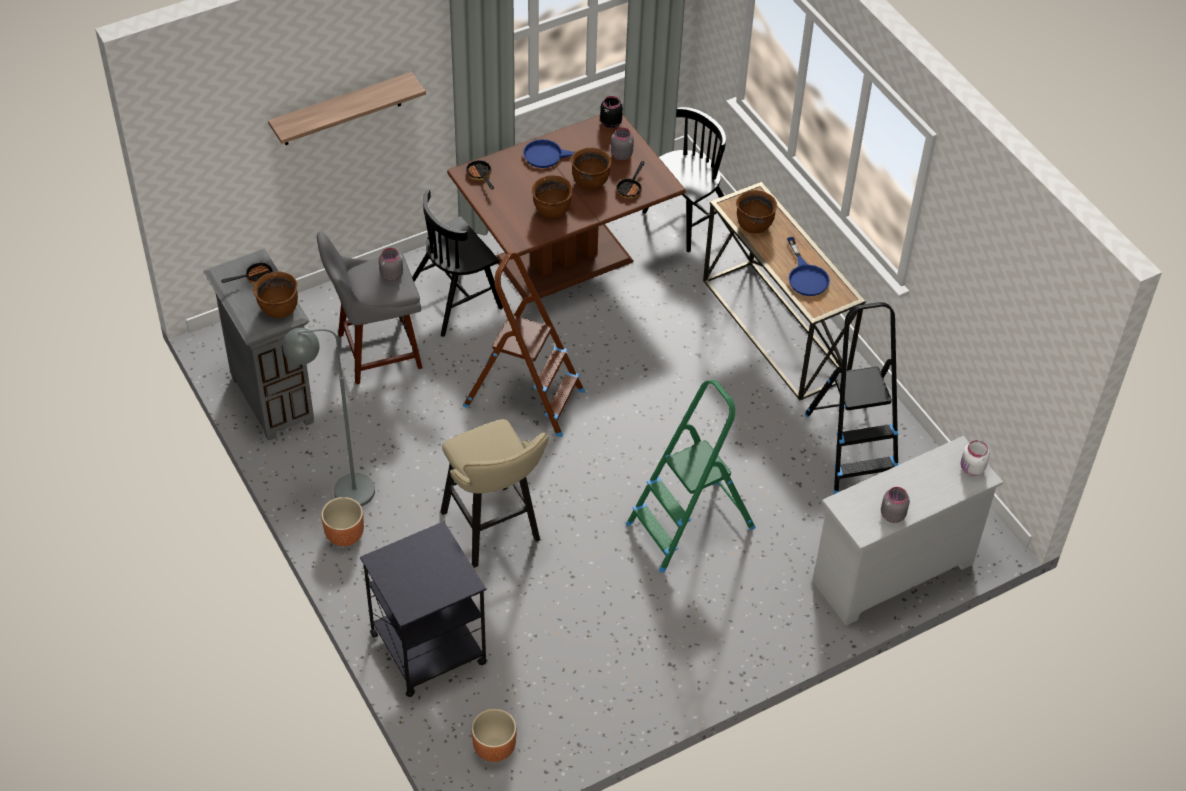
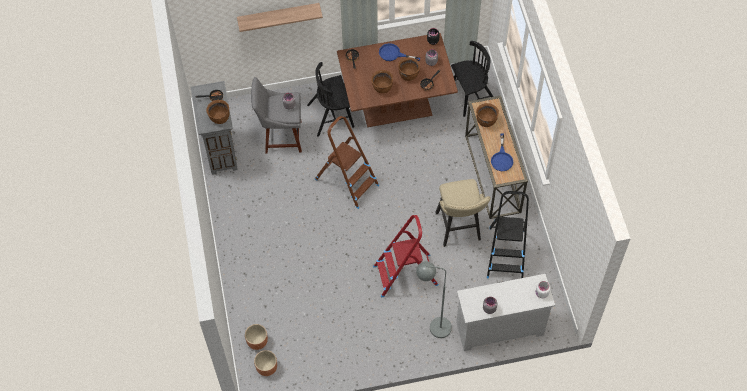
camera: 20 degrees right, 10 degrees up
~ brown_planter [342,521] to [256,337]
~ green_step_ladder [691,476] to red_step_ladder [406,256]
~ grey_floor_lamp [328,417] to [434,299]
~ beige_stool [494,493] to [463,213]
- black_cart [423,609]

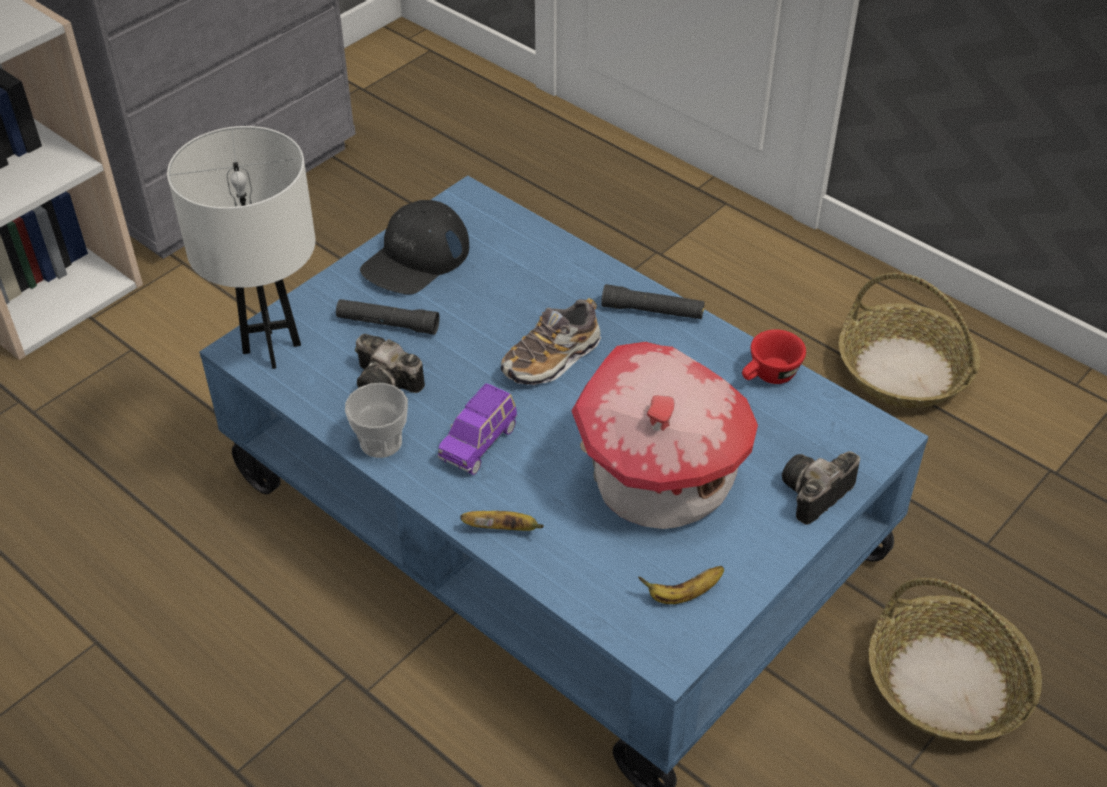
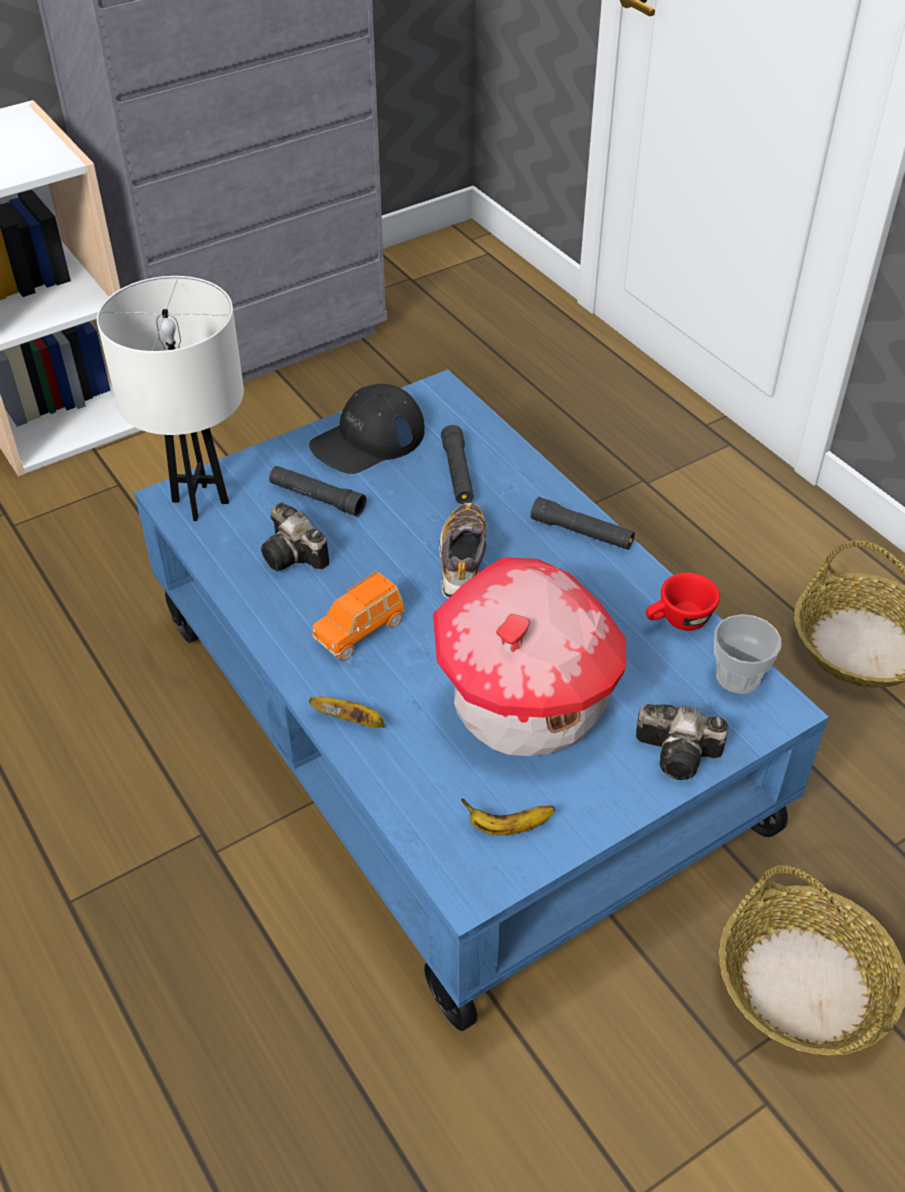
camera: 15 degrees right, 0 degrees up
~ purple_toy_car [477,429] to orange_toy_car [358,616]
~ shoe [551,341] = [462,550] 120 degrees clockwise
+ black_flashlight [457,464]
~ photo_camera [821,488] = [682,742] 135 degrees counterclockwise
~ cup [376,420] to [747,654]

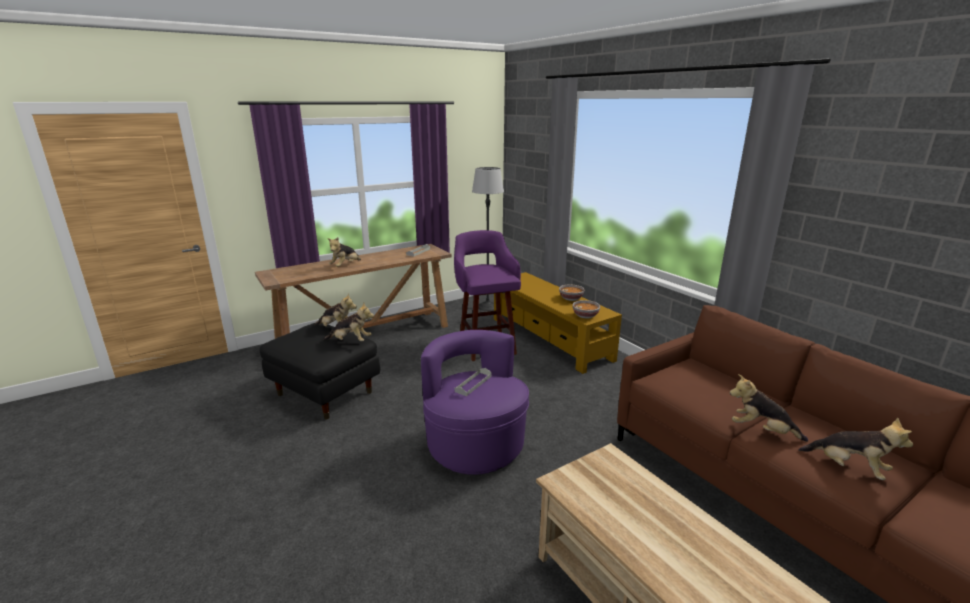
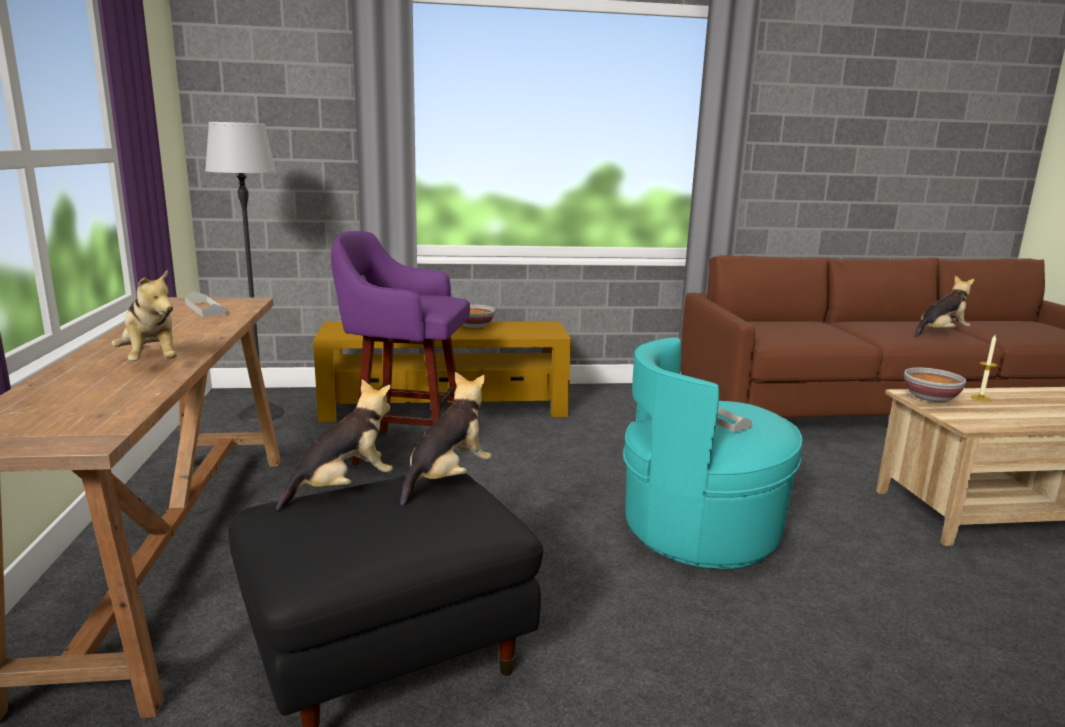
camera: 65 degrees left, 5 degrees down
~ purple_armchair [475,402] to turquoise_armchair [712,453]
~ bowl [586,309] to [935,384]
+ candle [984,368]
- plush_toy [769,408]

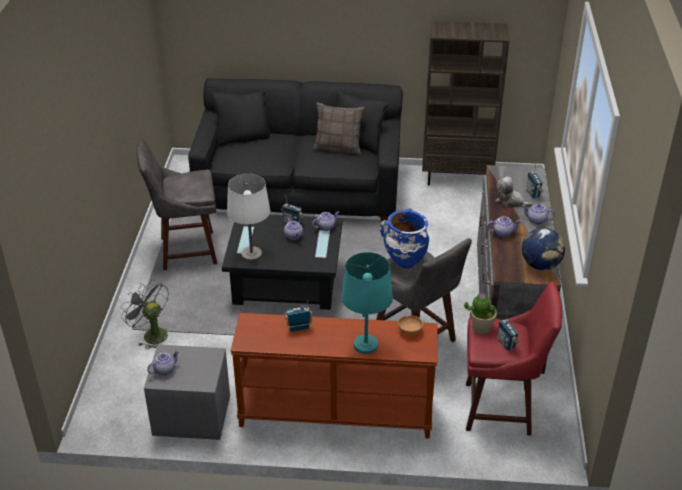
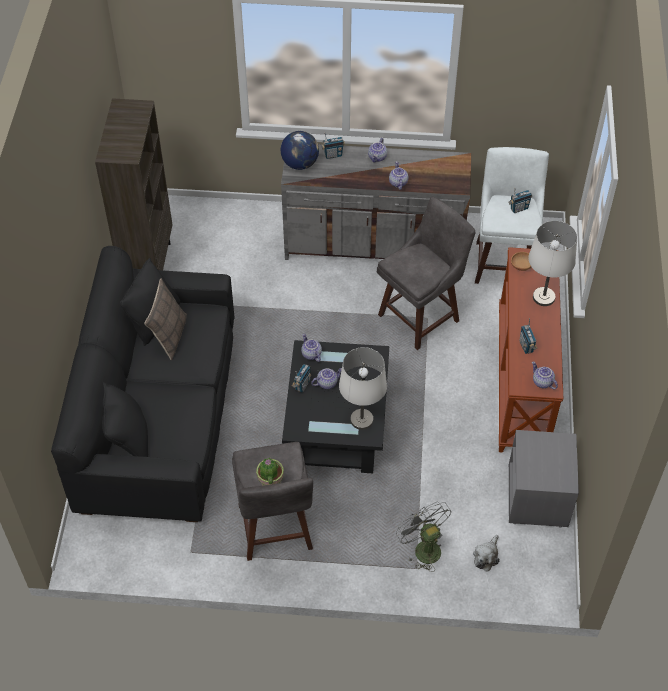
camera: 90 degrees left, 15 degrees up
~ potted_plant [480,314] to [270,472]
~ globe [543,249] to [299,150]
~ grey_fan [145,314] = [424,537] 105 degrees clockwise
~ plush_toy [514,192] to [486,553]
~ red_stool [514,358] to white_stool [512,215]
~ turquoise_table_lamp [367,303] to white_table_lamp [552,263]
~ teapot [163,362] to [545,375]
- blue_vase [404,238]

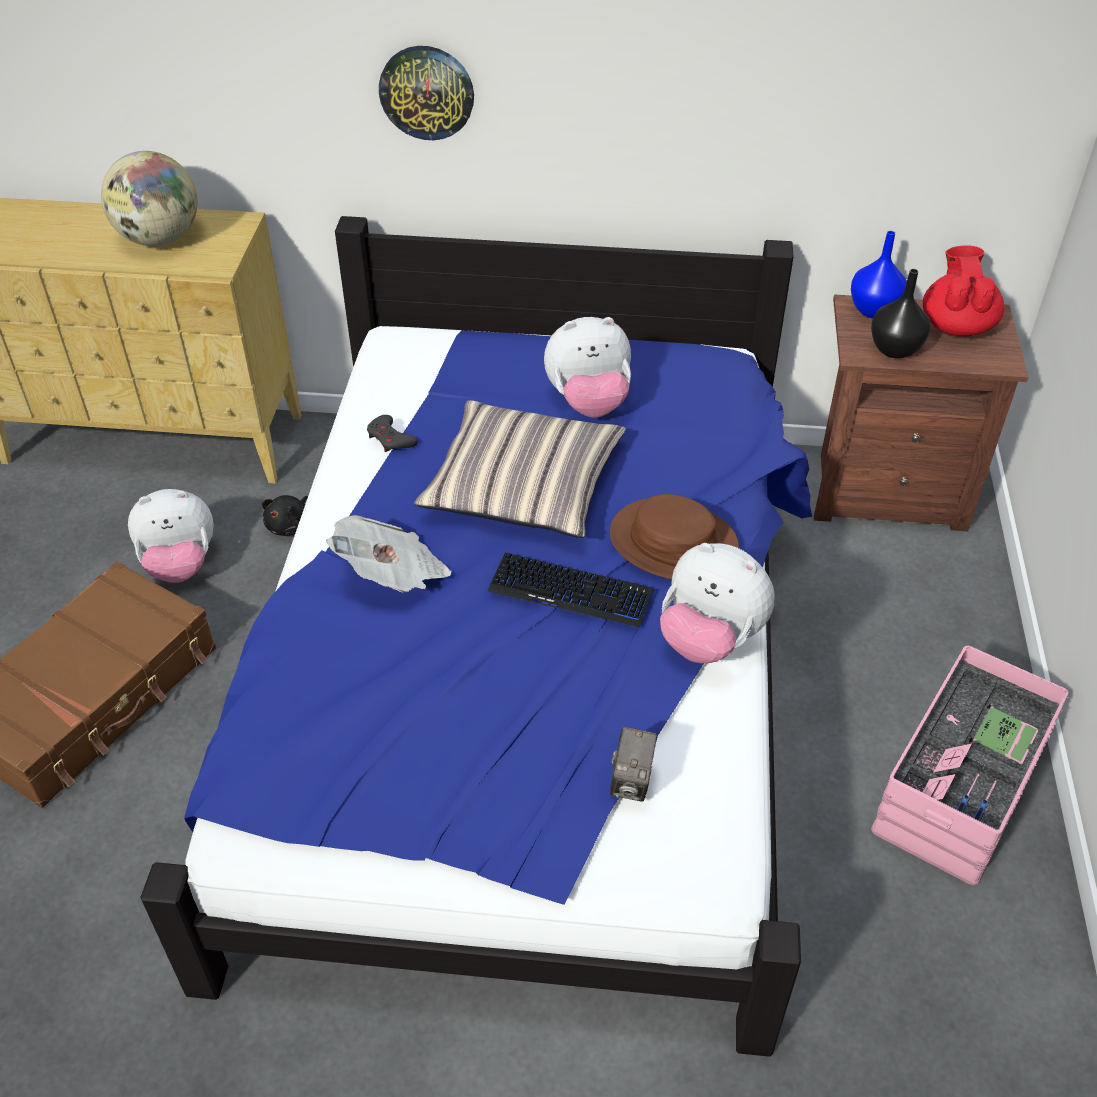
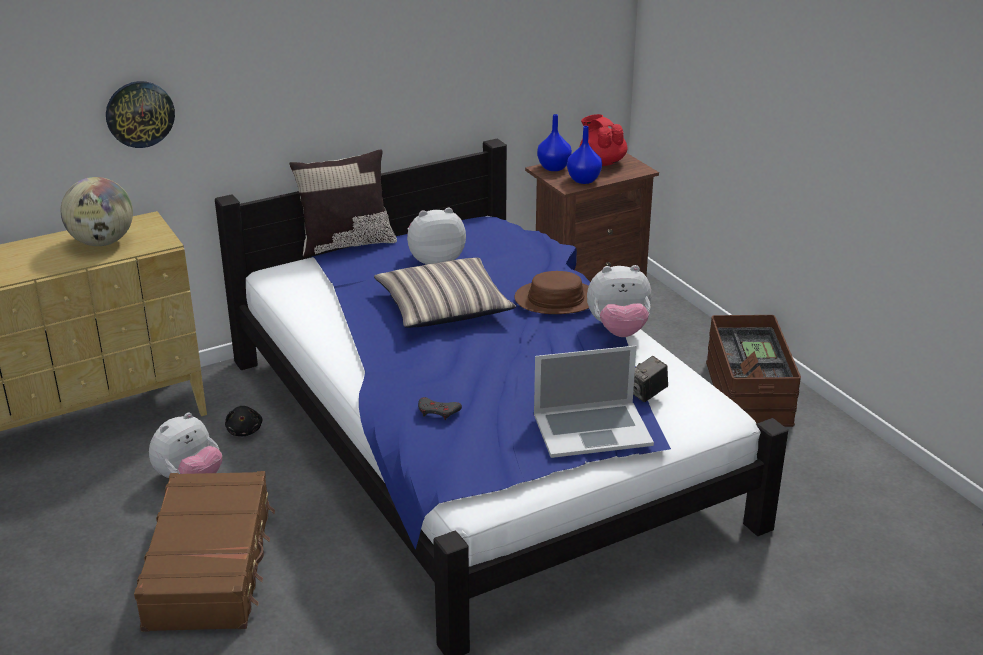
camera: 35 degrees left, 15 degrees down
~ wall_clock [426,93] to [140,114]
+ pillow [343,203]
~ plush_toy [587,367] = [436,236] 150 degrees counterclockwise
~ grey_game_controller [392,433] to [440,408]
+ laptop [594,402]
~ black_vase [900,314] to blue_vase [584,155]
~ photo_camera [634,764] = [650,379] 75 degrees clockwise
~ pink_storage_box [970,766] to brown_storage_box [753,371]
- newspaper [388,554]
- keyboard [570,590]

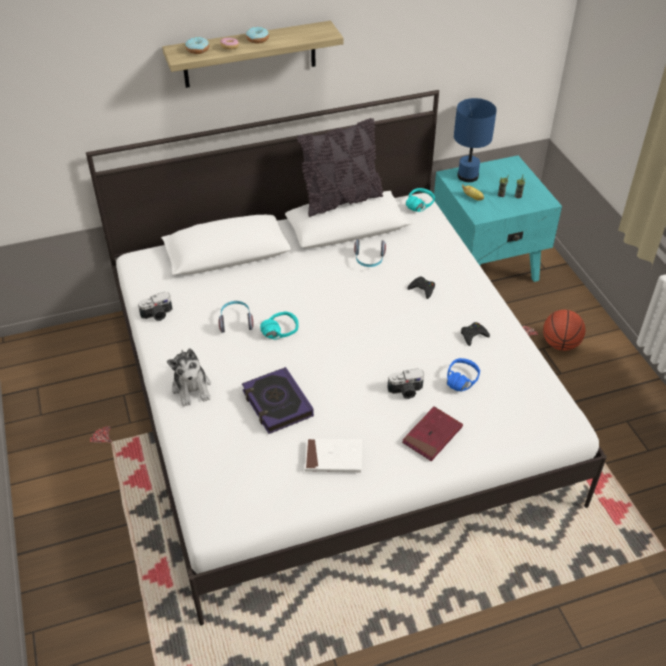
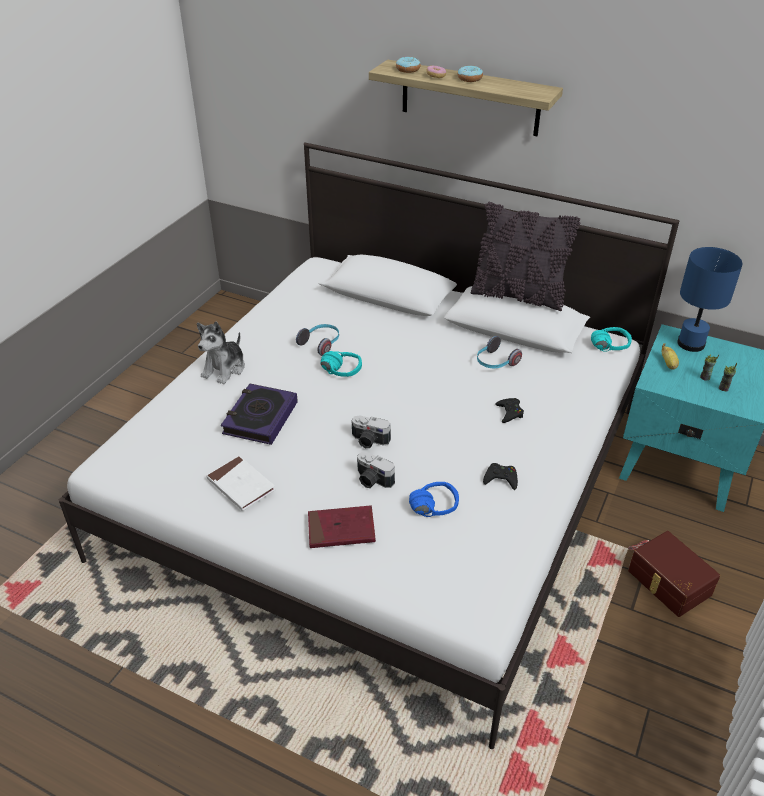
camera: 45 degrees right, 5 degrees down
~ photo_camera [155,306] to [371,431]
~ basketball [564,330] to brown_storage_box [674,574]

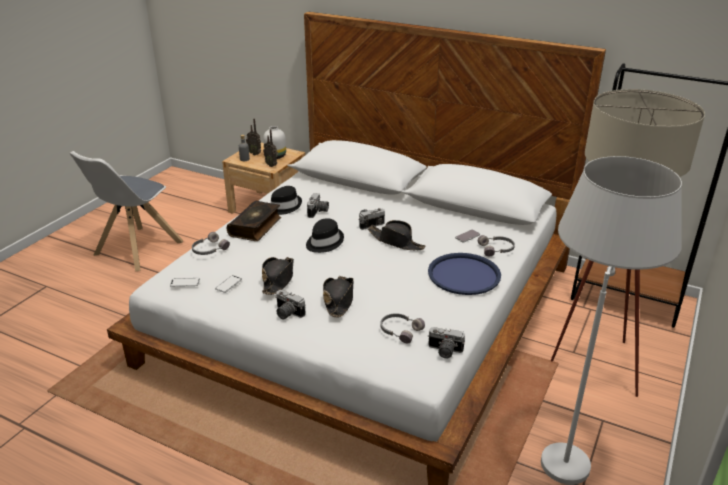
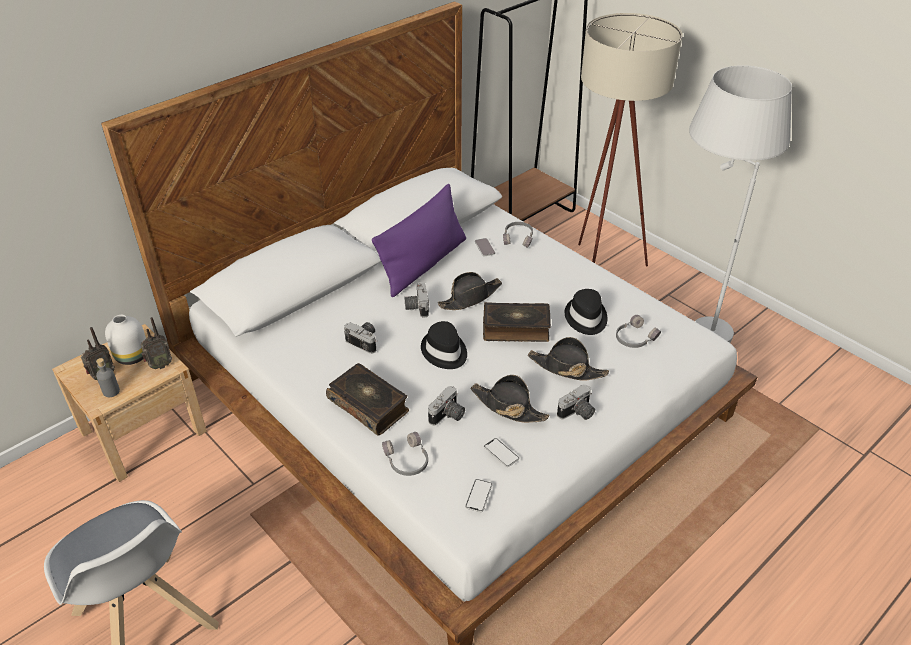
camera: 70 degrees left, 10 degrees up
+ purple_pillow [419,240]
~ photo_camera [446,343] to [446,406]
+ book [517,322]
~ black_hat [286,200] to [586,312]
- blue_tray [464,274]

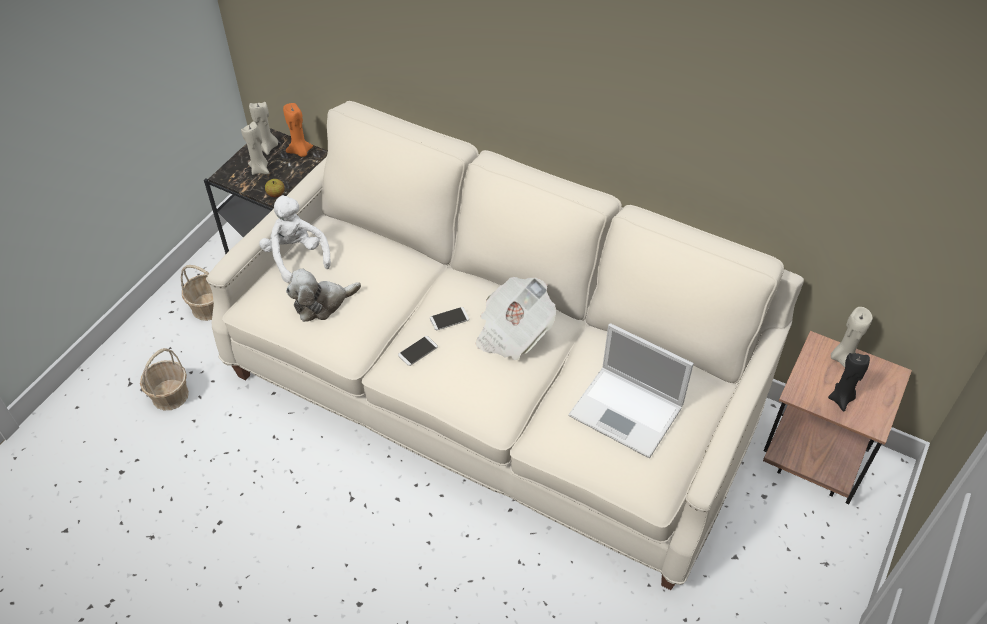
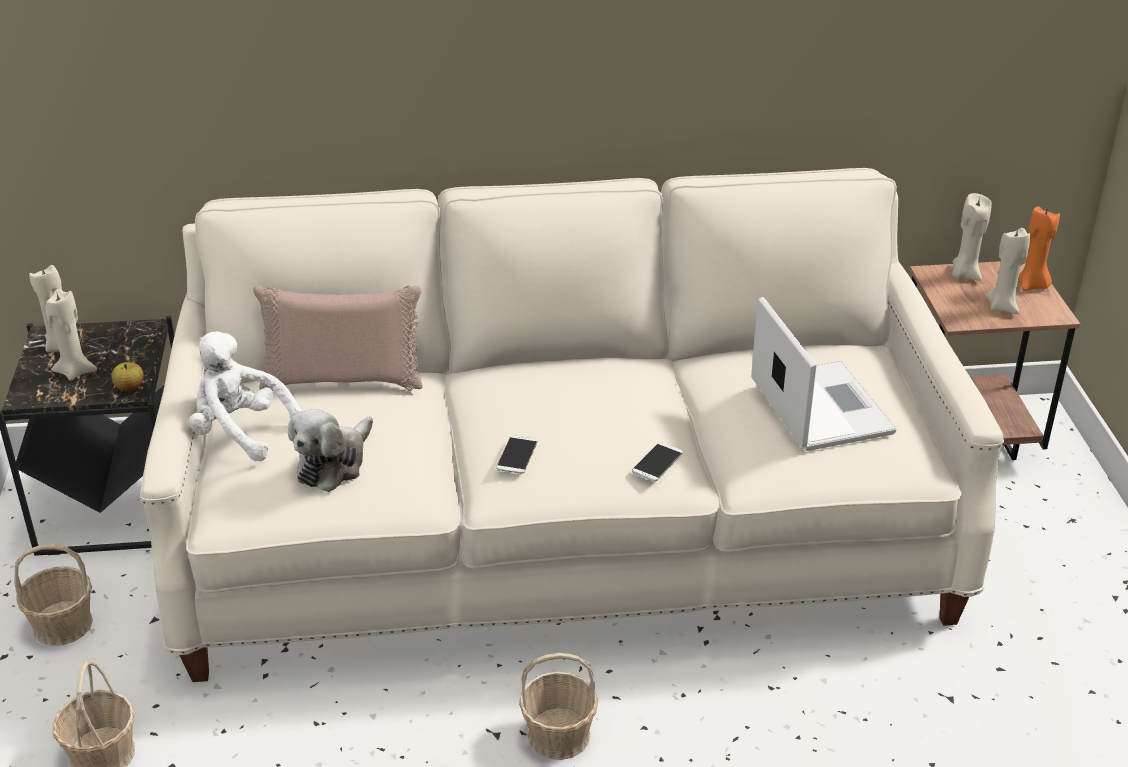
camera: 35 degrees left, 15 degrees down
+ beige_pillow [338,338]
+ basket [558,706]
~ phone [449,318] to [657,461]
~ laptop [631,390] = [824,374] 105 degrees counterclockwise
~ black_candle [849,382] to beige_candle [1007,271]
~ orange_candle [298,130] to [1039,248]
- newspaper [515,318]

